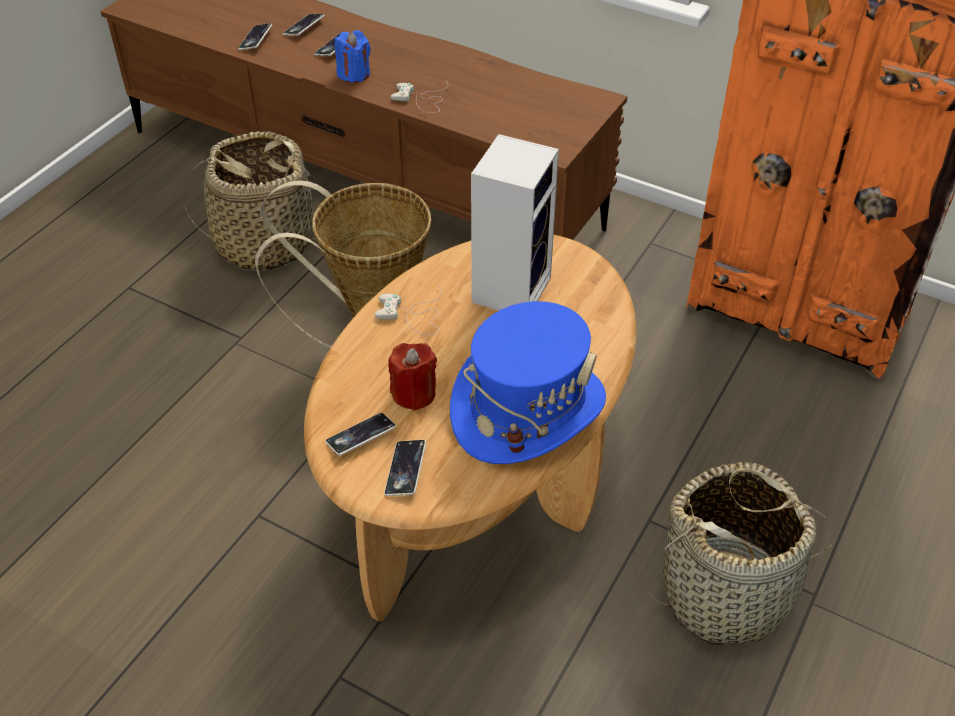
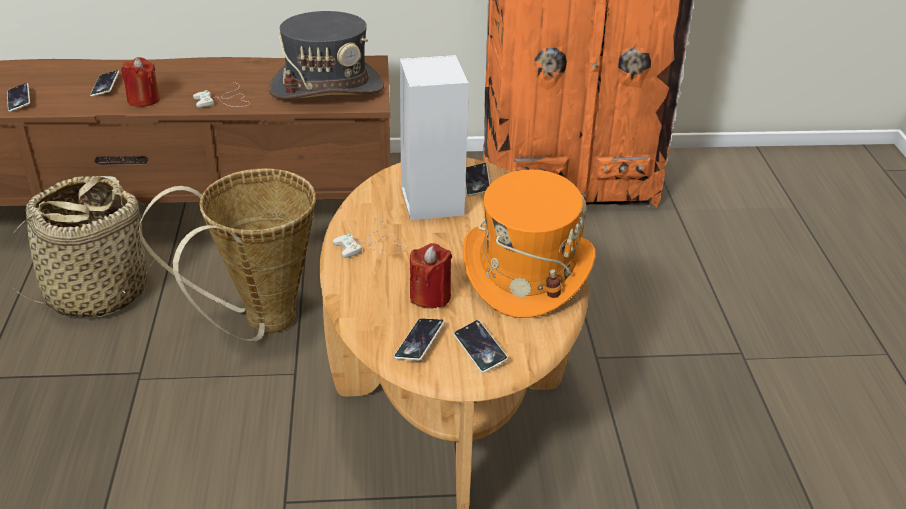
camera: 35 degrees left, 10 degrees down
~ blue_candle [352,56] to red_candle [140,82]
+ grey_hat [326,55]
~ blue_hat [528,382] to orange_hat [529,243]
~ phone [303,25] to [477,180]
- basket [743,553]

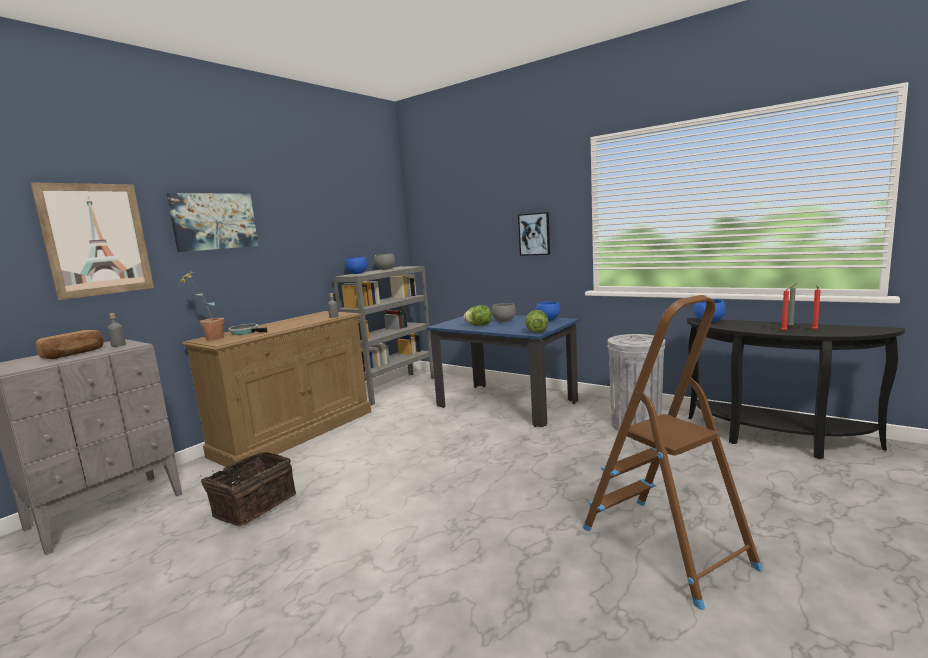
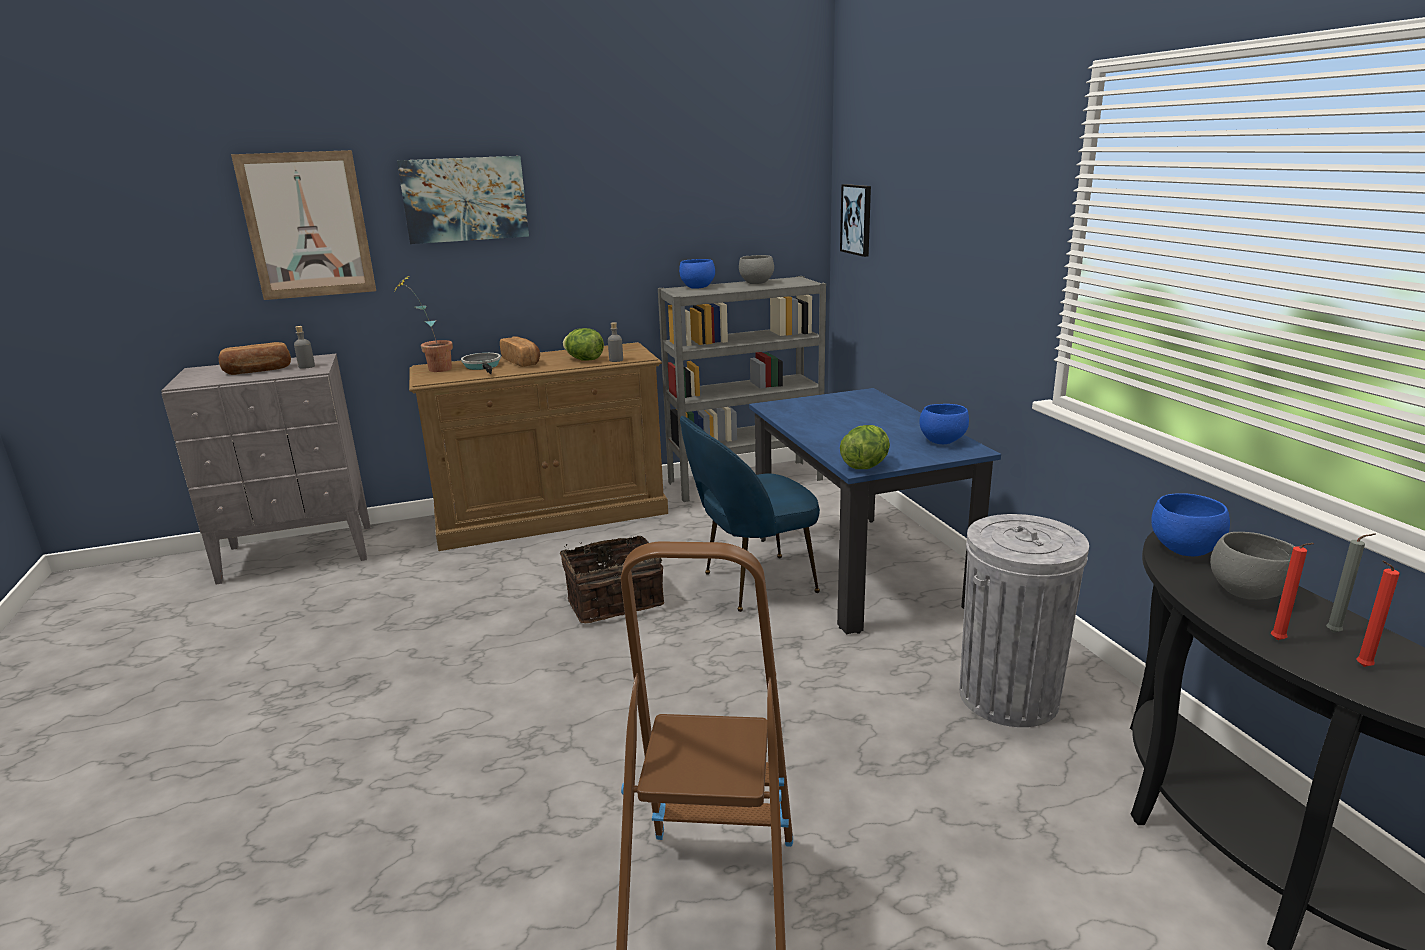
camera: 35 degrees right, 10 degrees up
+ bread [520,351]
~ basket [248,489] to [612,579]
~ lettuce [477,315] to [583,344]
+ blue_chair [750,514]
~ picture [534,234] to [855,220]
~ grey_bowl [504,312] to [1252,566]

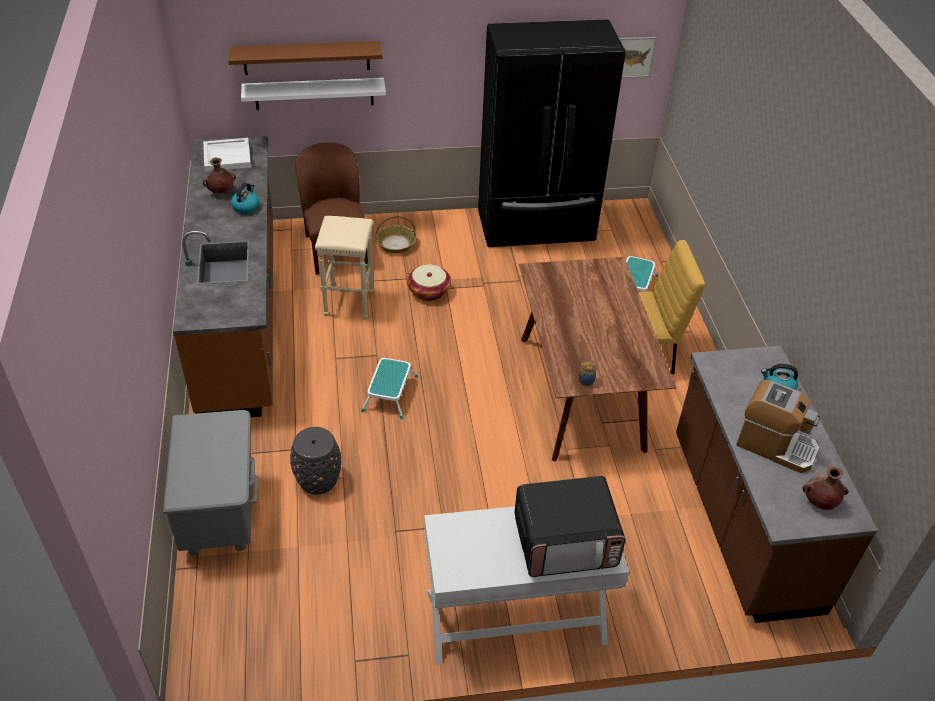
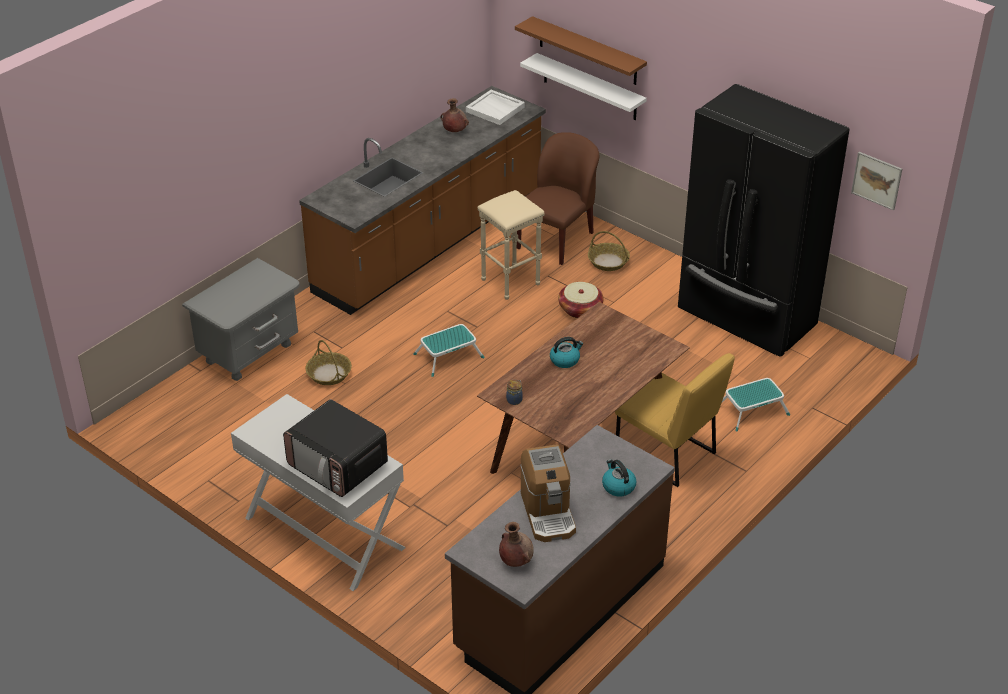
camera: 50 degrees right, 5 degrees down
~ grey_stool [315,460] to basket [328,362]
~ kettle [245,198] to [566,352]

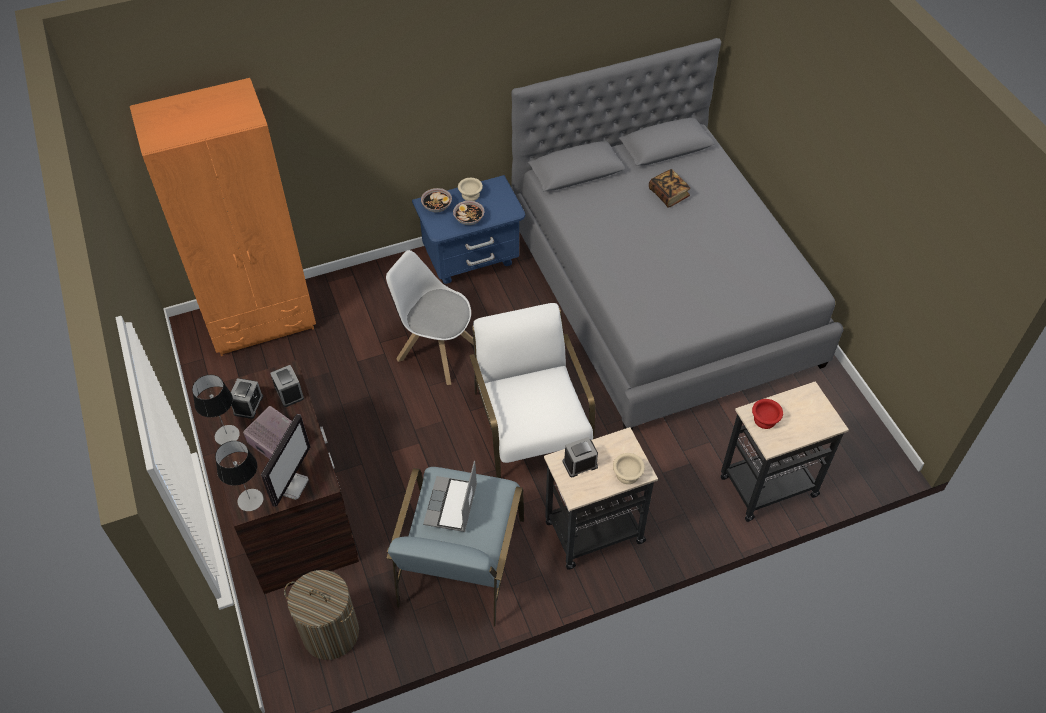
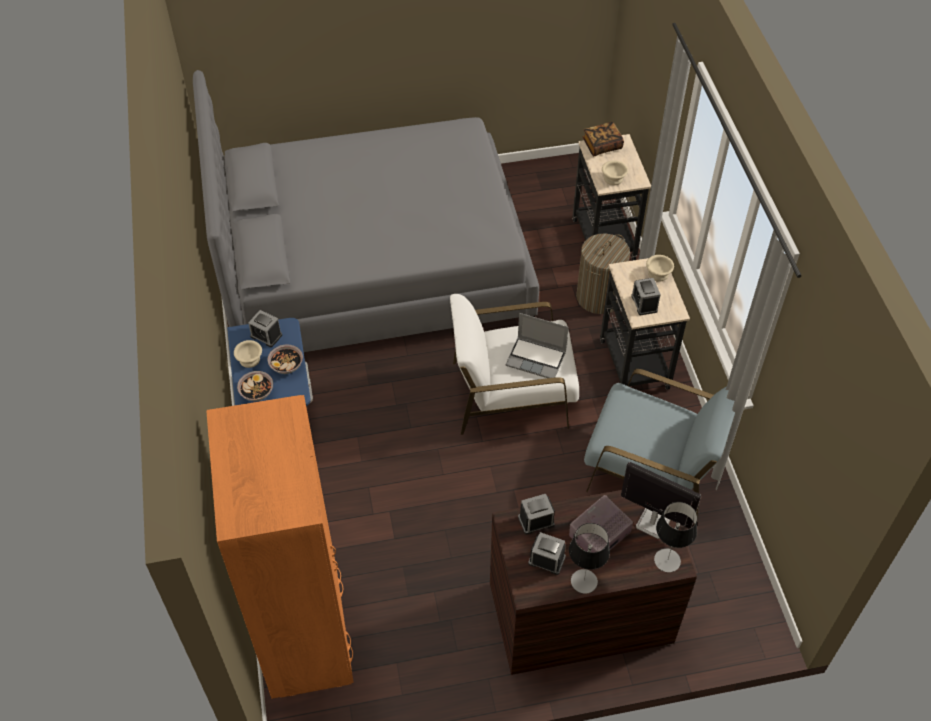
camera: 80 degrees left, 0 degrees up
+ alarm_clock [265,328]
~ laptop [450,496] to [537,345]
~ laundry_basket [321,615] to [603,273]
~ book [669,188] to [603,139]
~ red_bowl [767,414] to beige_bowl [615,172]
- chair [430,317]

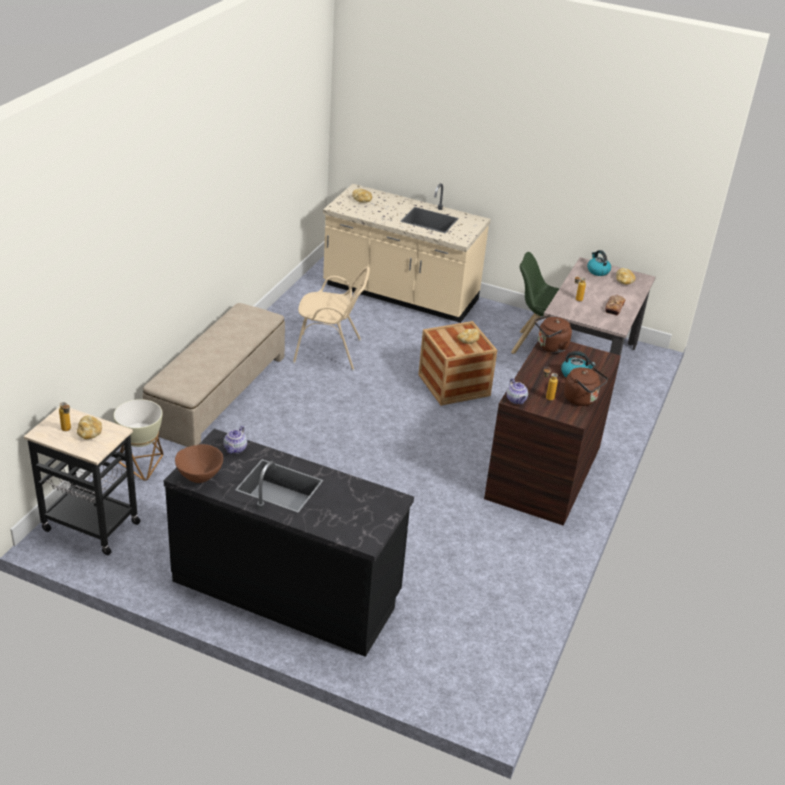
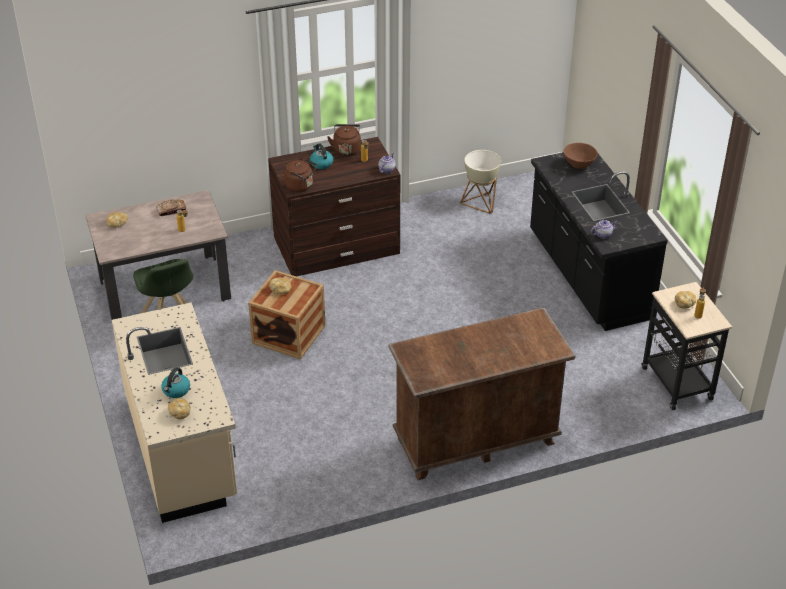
camera: 130 degrees left, 5 degrees up
~ kettle [599,263] to [175,382]
~ beige_bench [214,375] to brown_dresser [482,393]
~ planter [138,440] to [480,182]
~ brown_bowl [199,463] to [580,156]
- beige_chair [331,319]

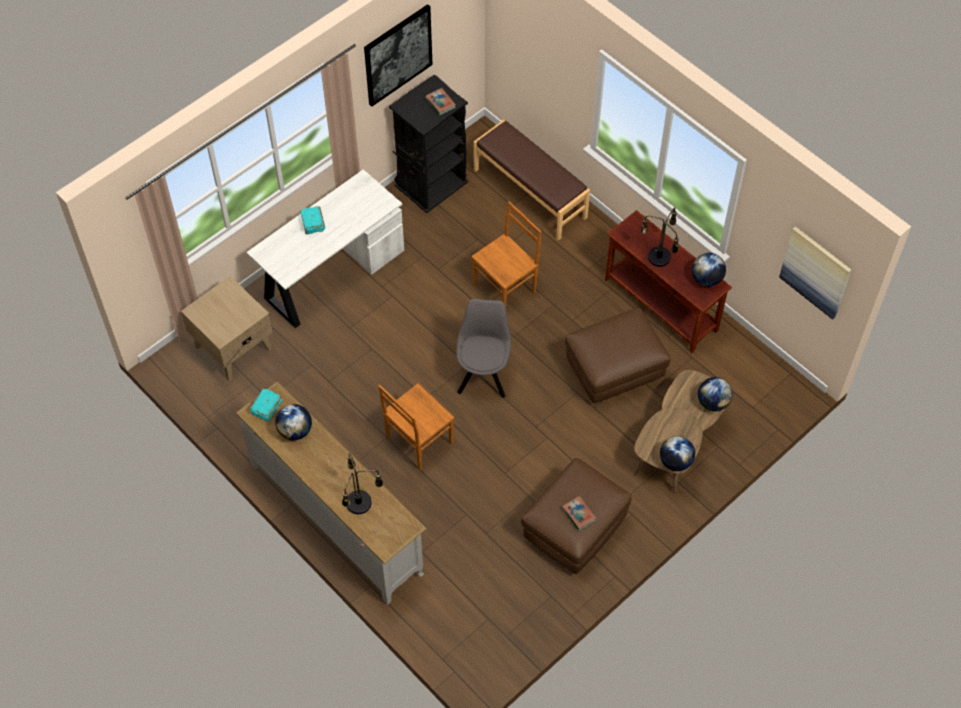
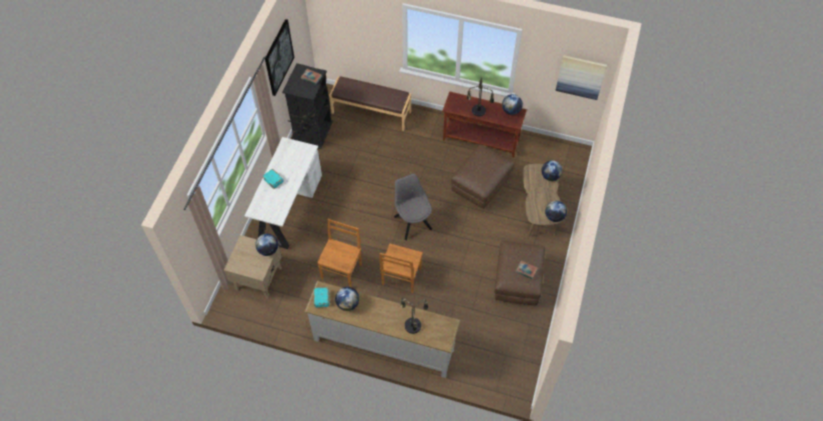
camera: 30 degrees left, 0 degrees up
+ globe [266,244]
~ brown_chair [506,255] to [339,253]

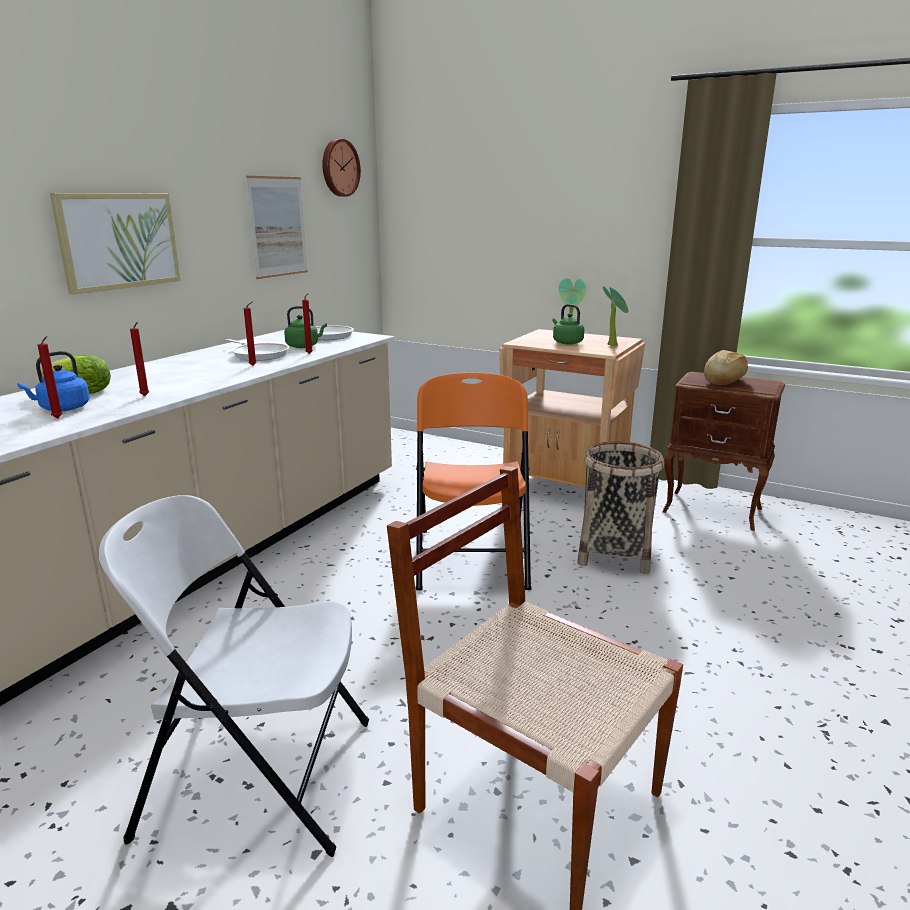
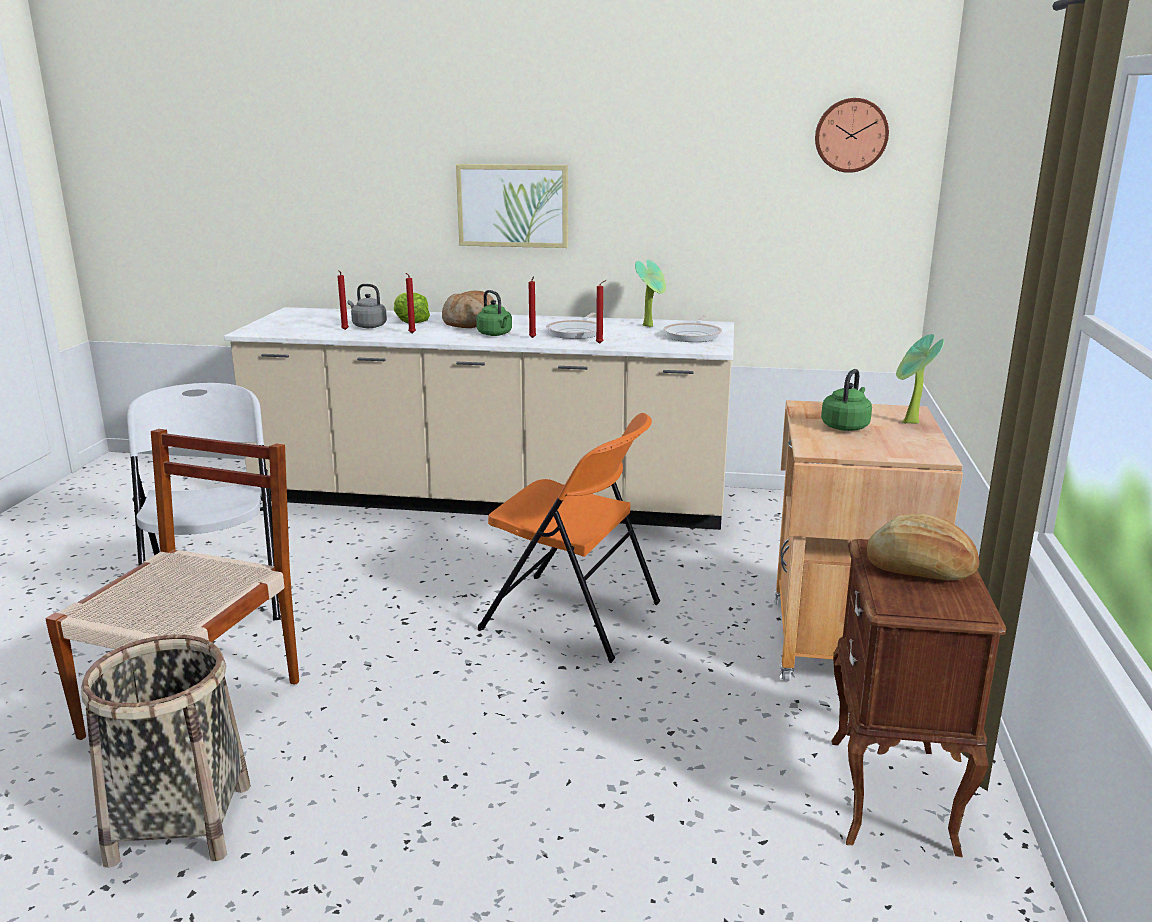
camera: 70 degrees right, 0 degrees up
~ basket [620,507] to [166,751]
~ blue_kettle [53,381] to grey_kettle [367,306]
+ bread [468,309]
~ green_kettle [305,327] to [494,313]
~ orange_chair [473,481] = [569,538] 45 degrees clockwise
~ potted_plant [616,316] to [650,293]
- picture [277,227]

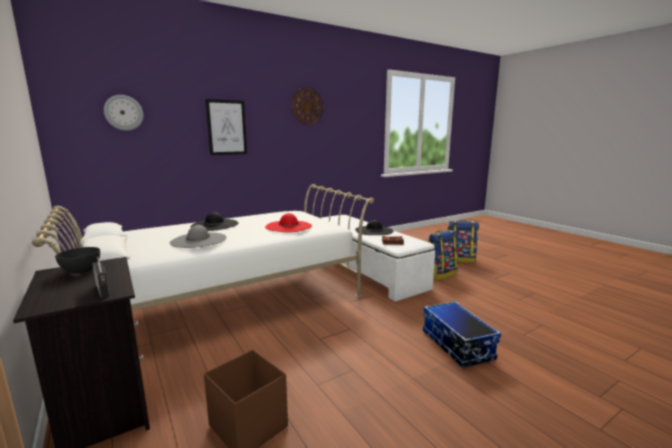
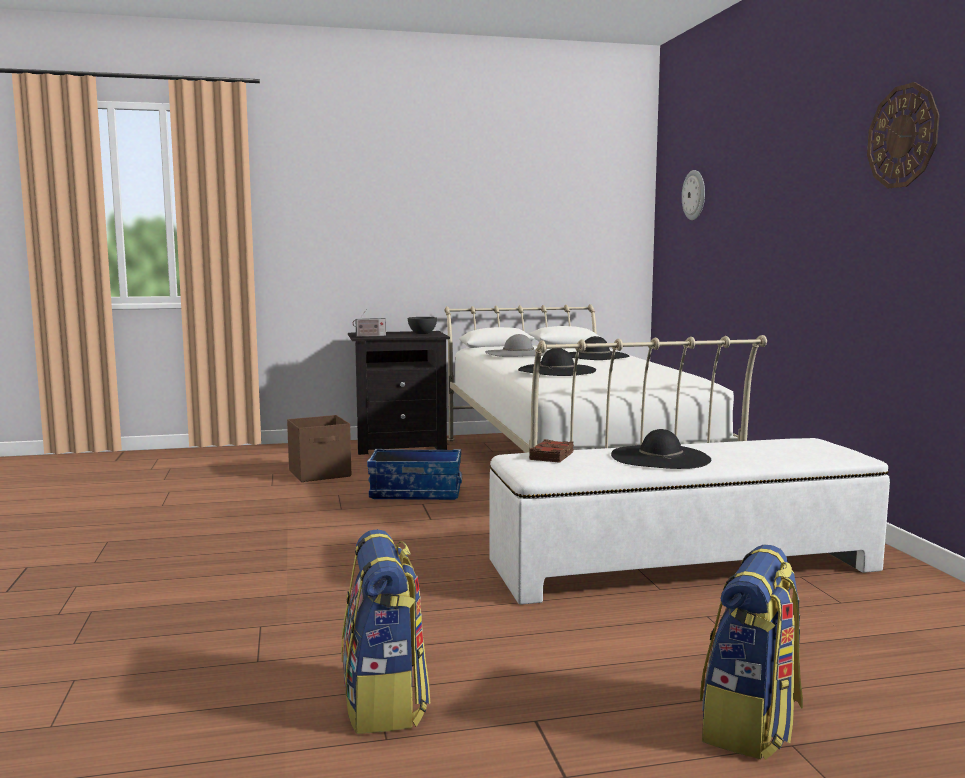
camera: 110 degrees right, 5 degrees down
~ backpack [443,255] to [386,631]
~ storage_box [462,334] to [414,474]
~ red_hat [288,222] to black_hat [557,362]
- picture [226,127]

